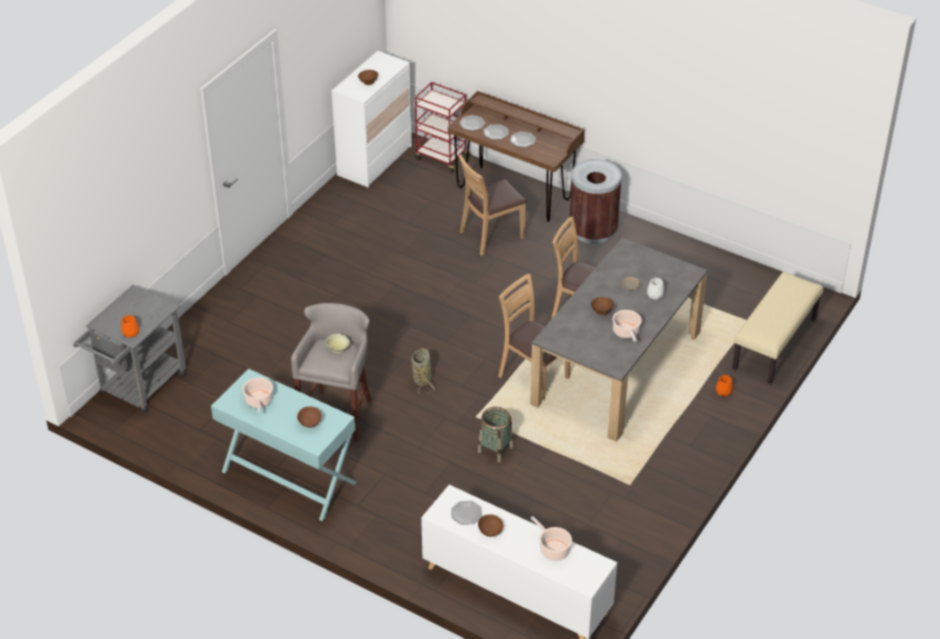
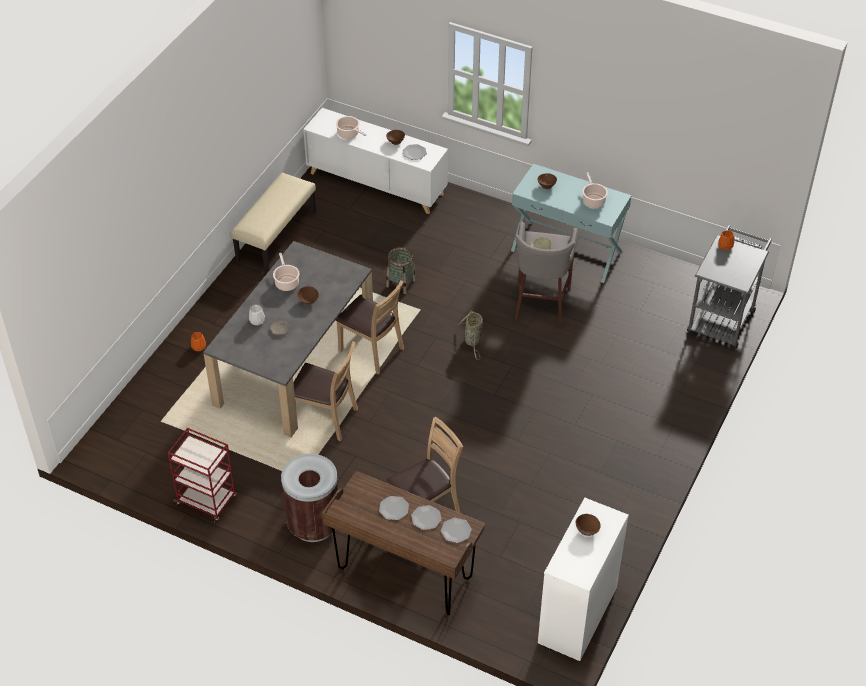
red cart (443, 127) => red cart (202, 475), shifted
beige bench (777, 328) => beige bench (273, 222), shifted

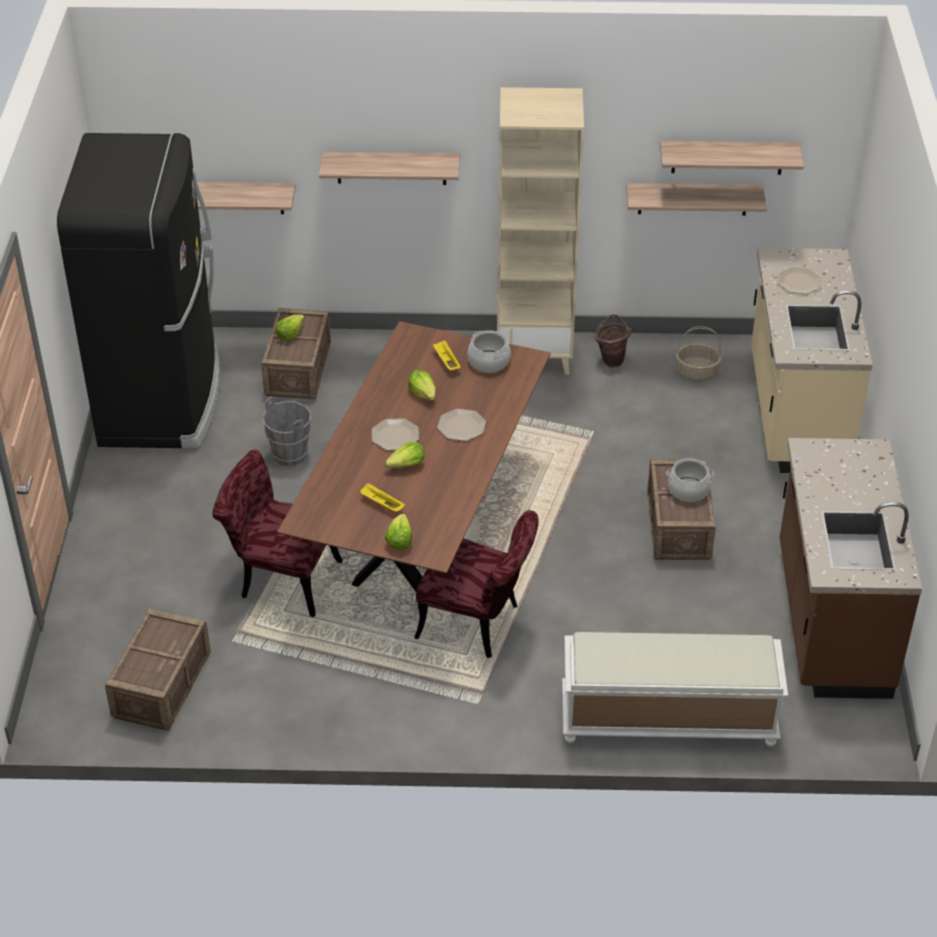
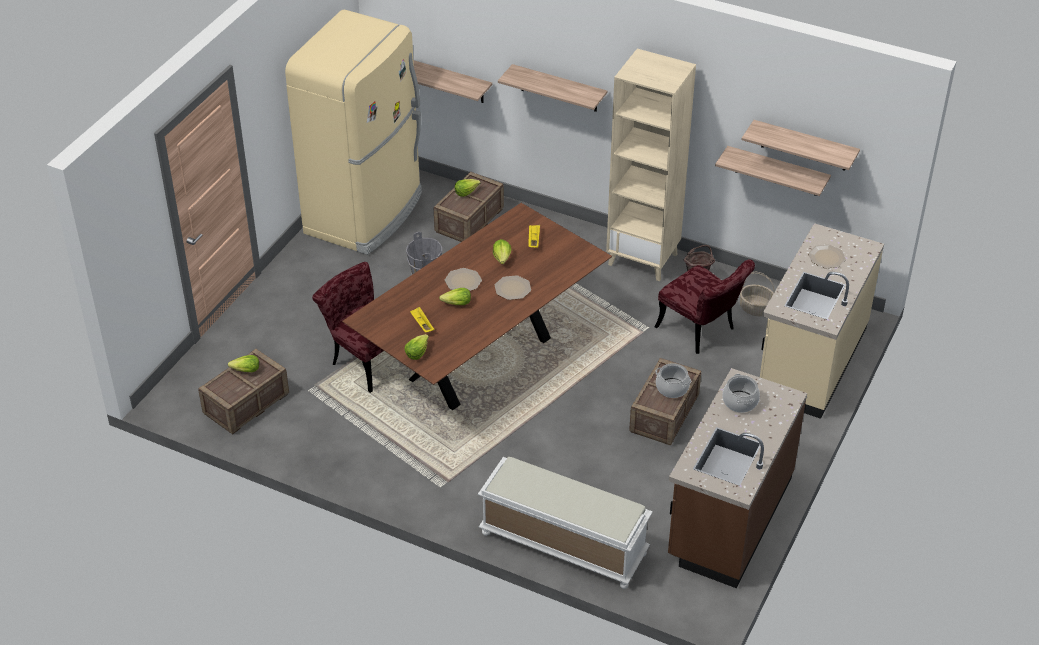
nothing => lettuce (243, 363)
black fridge (138, 291) => beige fridge (353, 132)
red chair (476, 584) => red chair (705, 306), shifted
cooking pot (489, 351) => cooking pot (741, 393), shifted

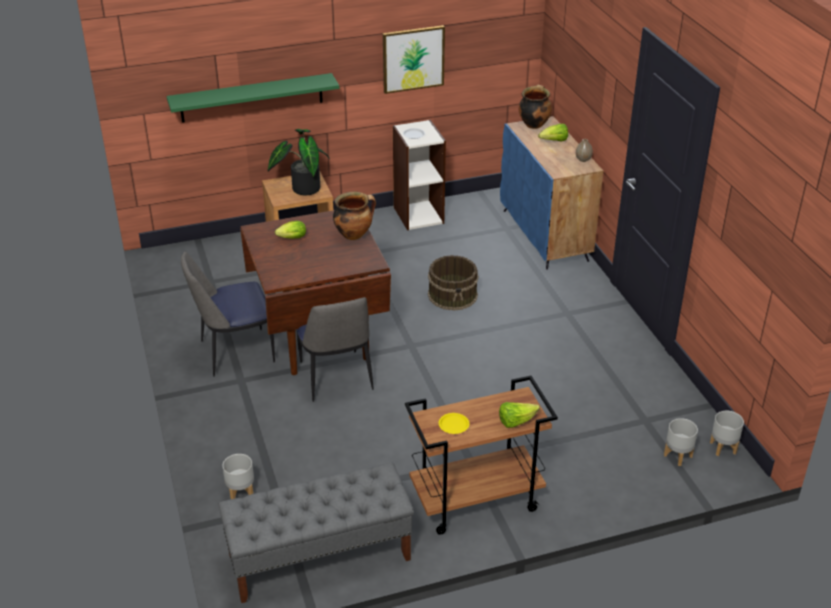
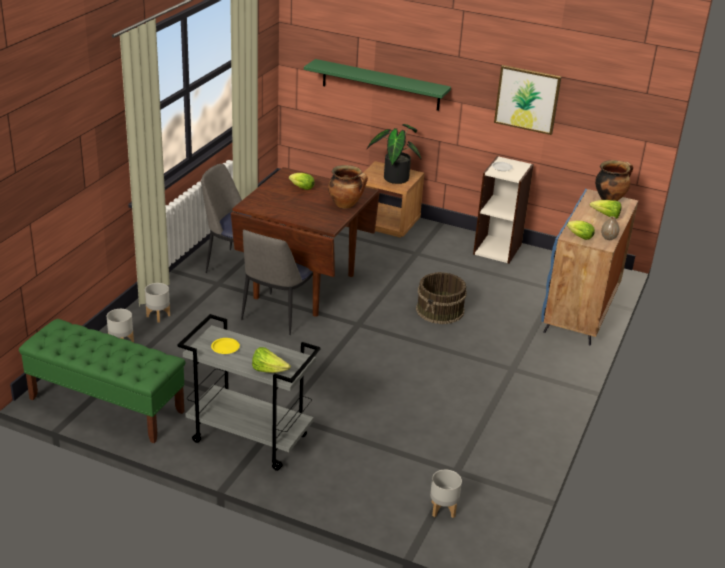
grey bench (316, 532) => green bench (102, 381)
grey planter (727, 433) => grey planter (157, 303), shifted
brown cart (481, 455) => grey cart (249, 392)
nothing => lettuce (581, 230)

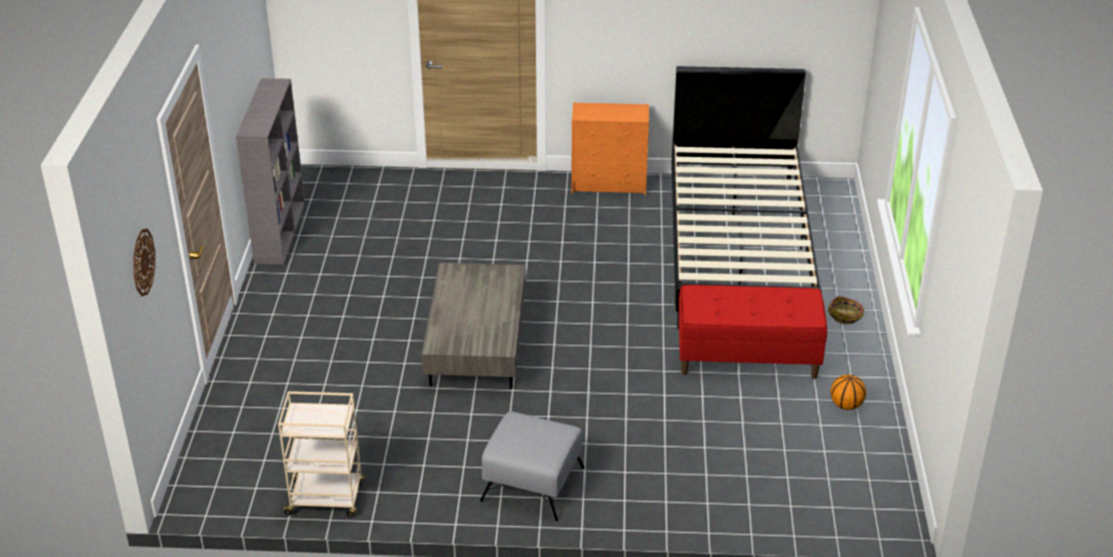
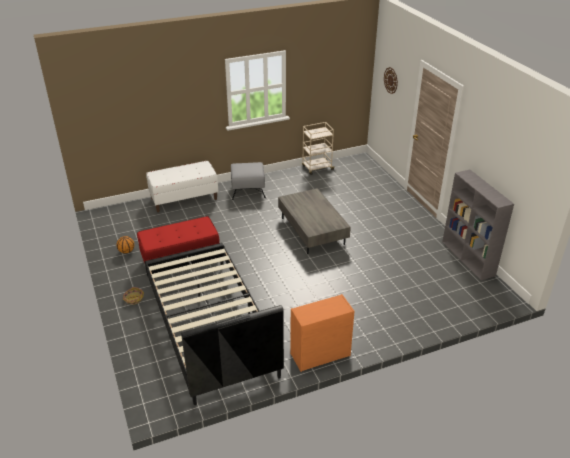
nothing => white bench (182, 186)

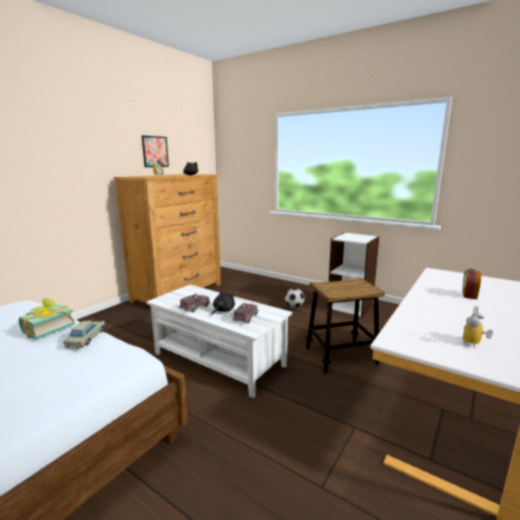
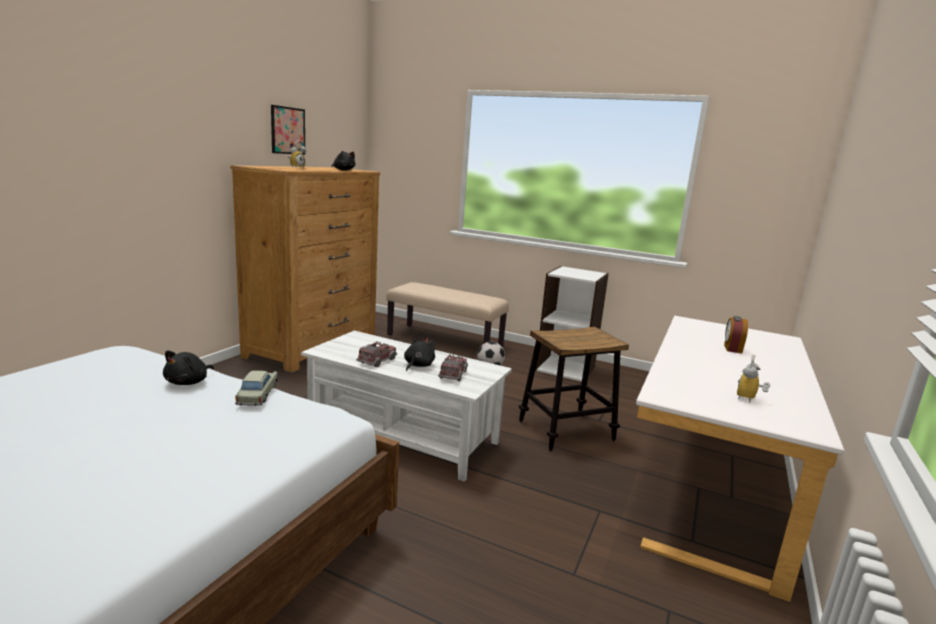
book (47, 318) => black plush toy (188, 367)
nothing => beige bench (447, 314)

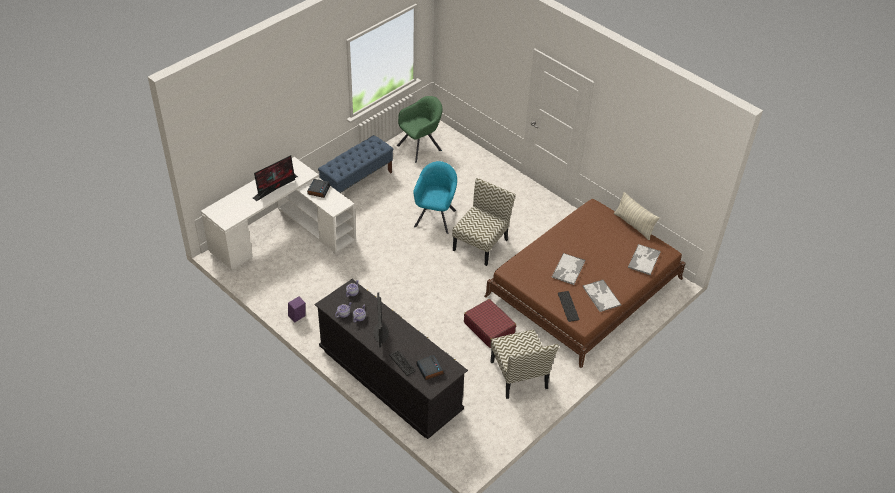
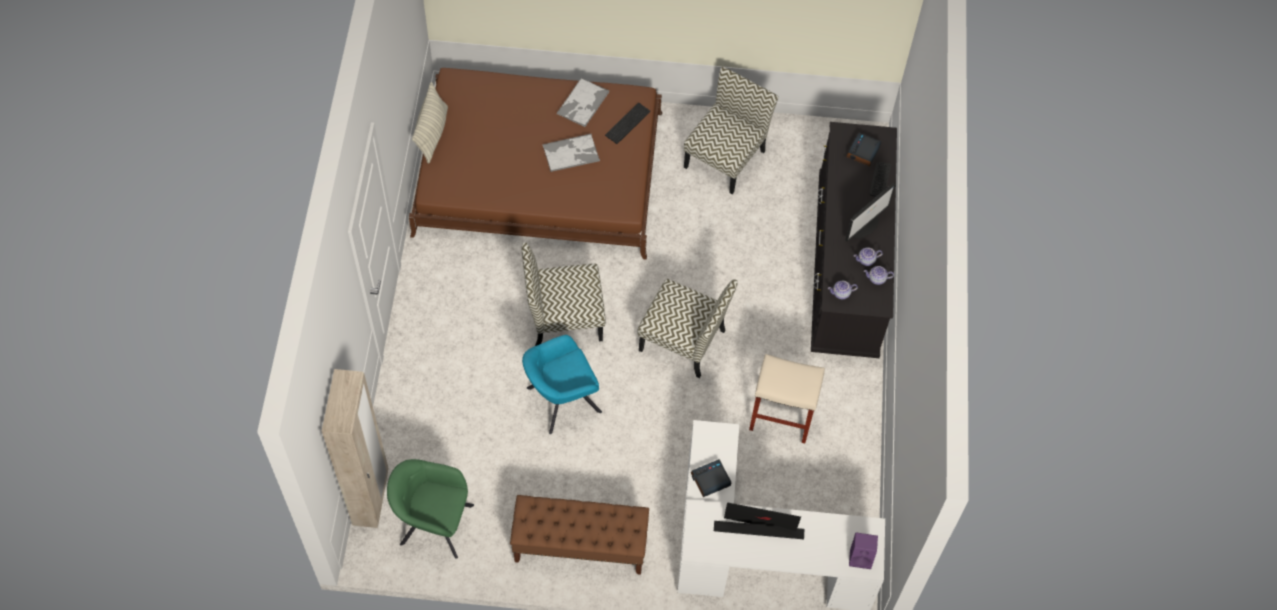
nothing => beige wardrobe (355, 448)
blue bench (355, 164) => brown bench (579, 535)
nothing => chair (687, 328)
nothing => beige stool (787, 399)
purple speaker (297, 309) => purple speaker (863, 550), shifted
red suitcase (490, 323) => nothing
tray (644, 259) => nothing

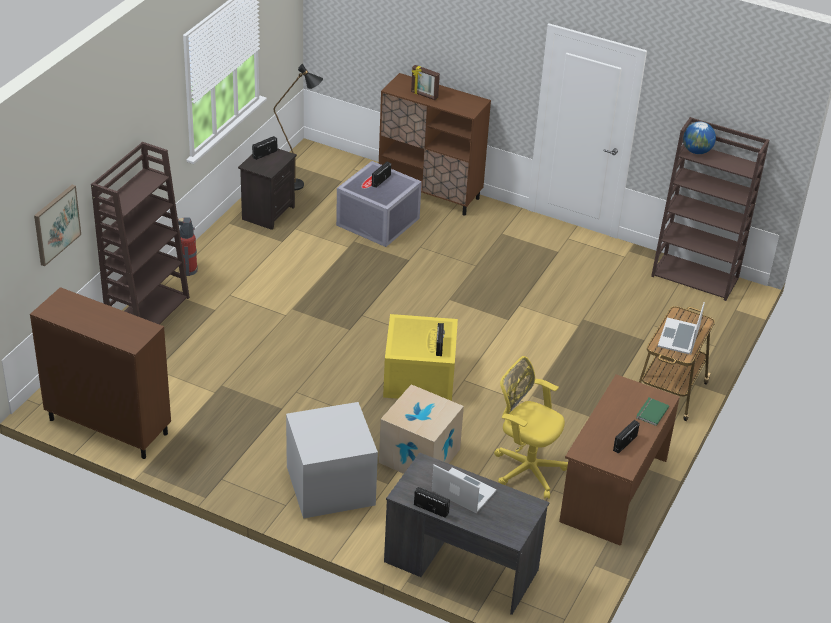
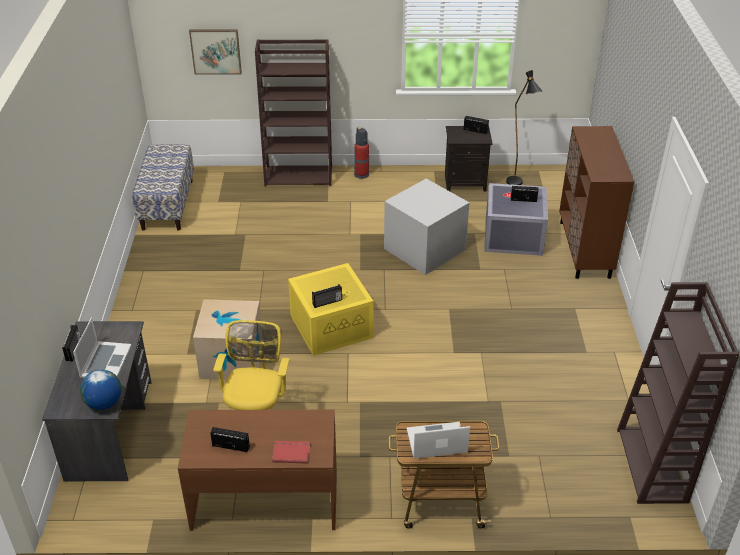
globe (699, 138) => globe (101, 389), shifted
brown cabinet (100, 373) => bench (163, 187)
green book (652, 412) => red book (291, 452)
grey storage box (332, 460) => grey storage box (427, 227), shifted
picture frame (425, 83) => nothing

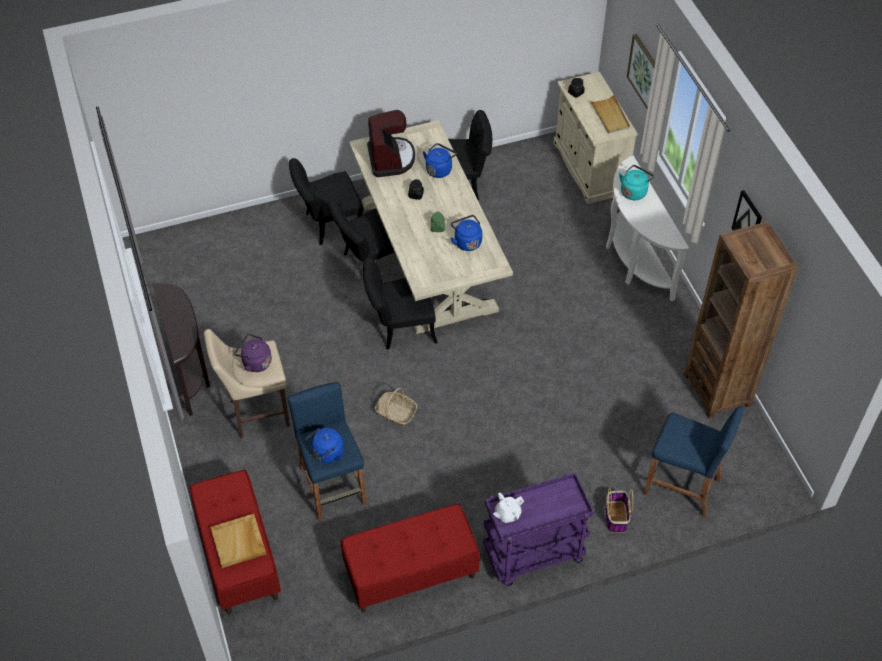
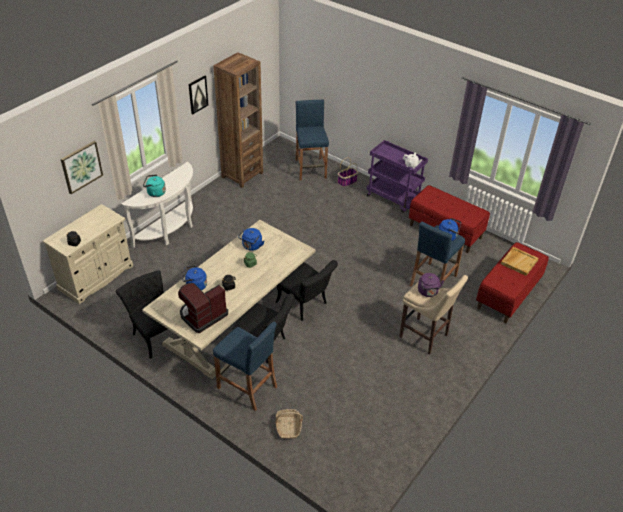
black chair (326, 201) => blue stool (245, 366)
basket (396, 407) => basket (289, 424), shifted
brown console table (181, 349) => nothing
beige tray (610, 114) => nothing

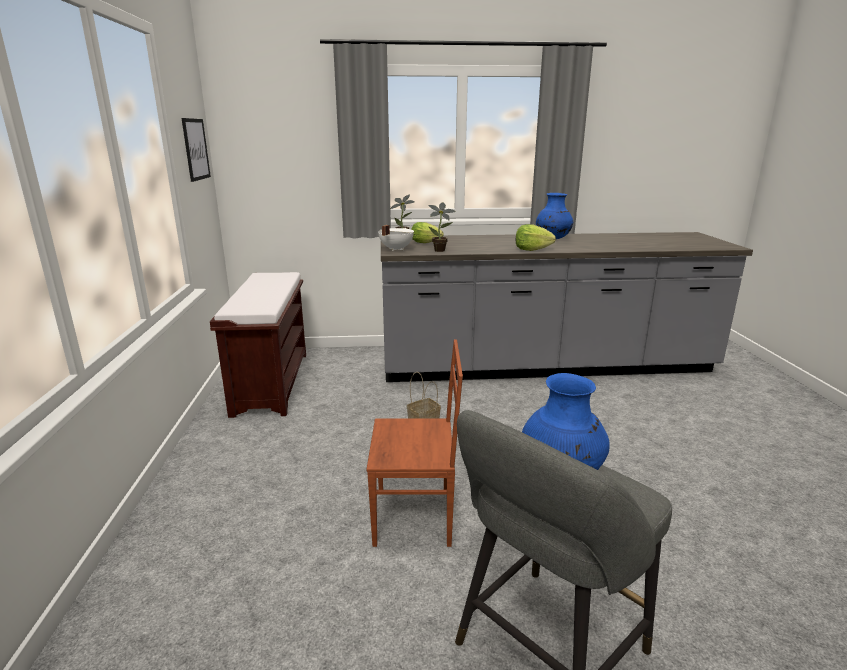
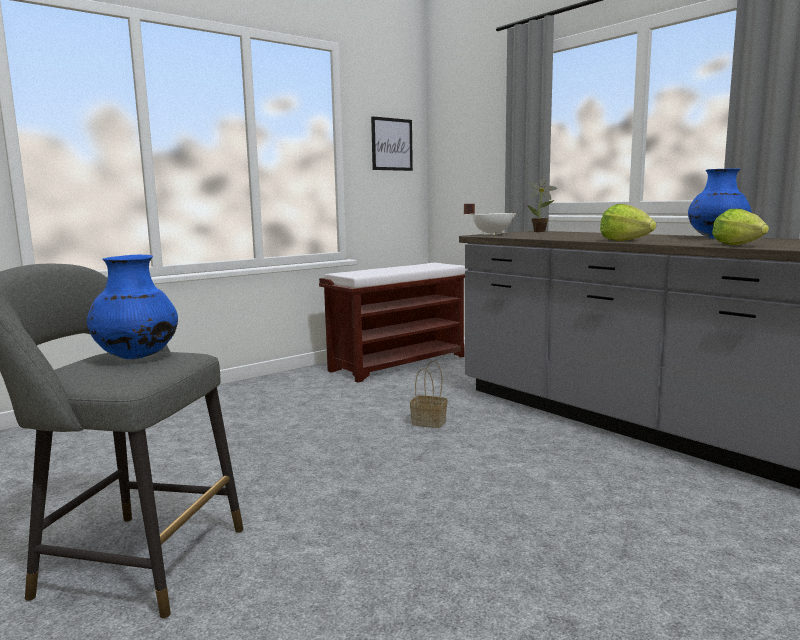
lettuce (427, 232) => lettuce (740, 227), shifted
brown chair (415, 443) => nothing
potted plant (442, 227) => nothing

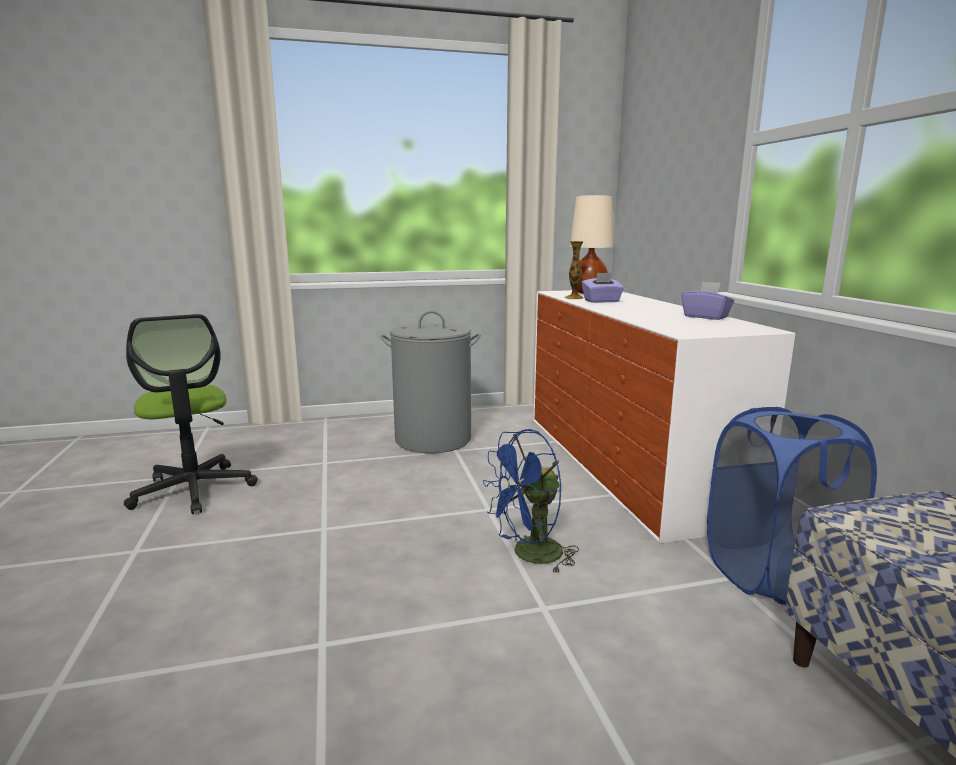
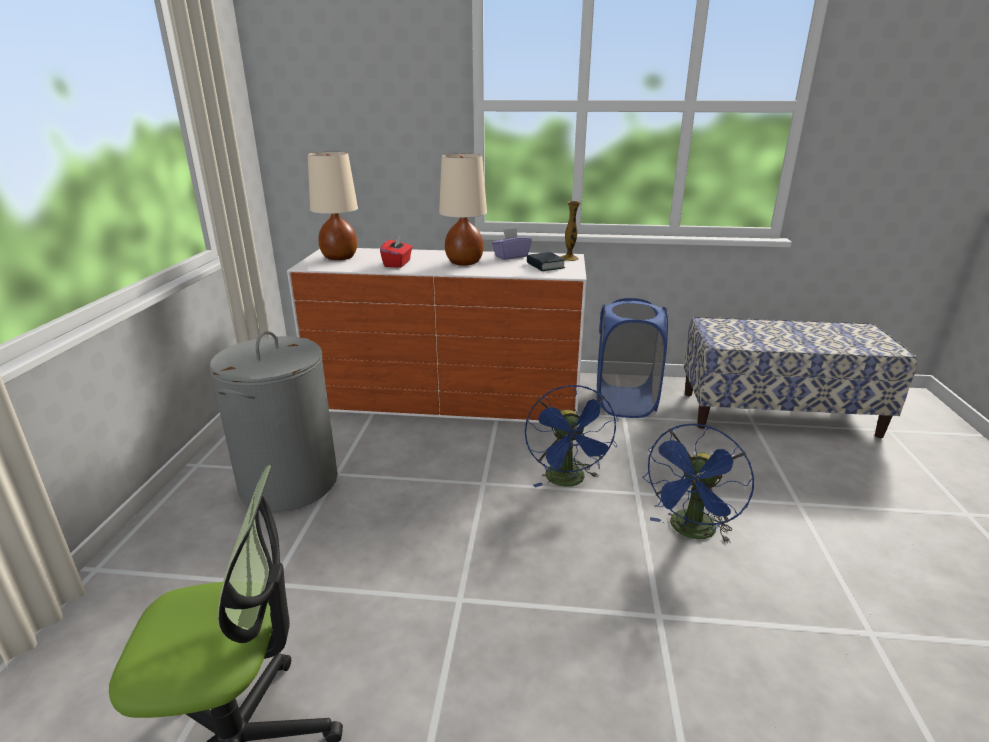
purple tissue box (603, 288) => red tissue box (396, 251)
nothing => beige table lamp (463, 210)
nothing => book (546, 261)
vase (574, 270) => vase (571, 231), shifted
nothing => blue fan (698, 484)

